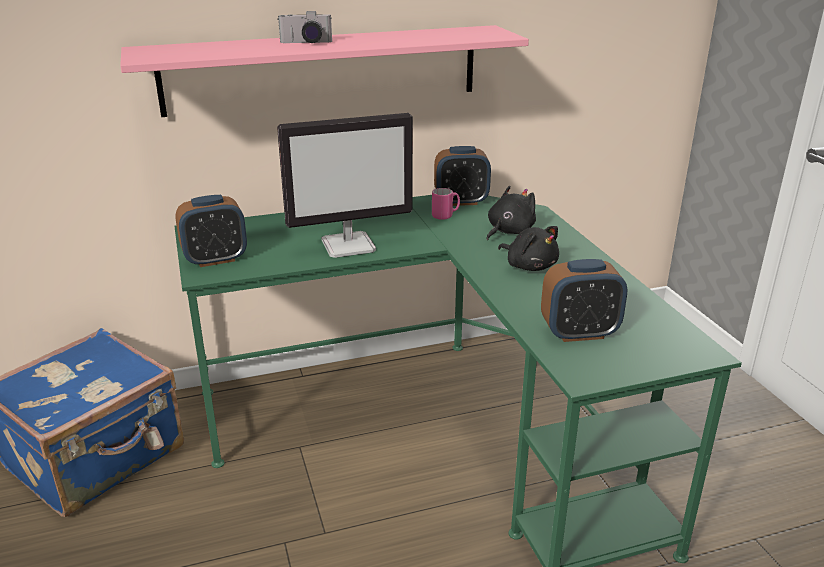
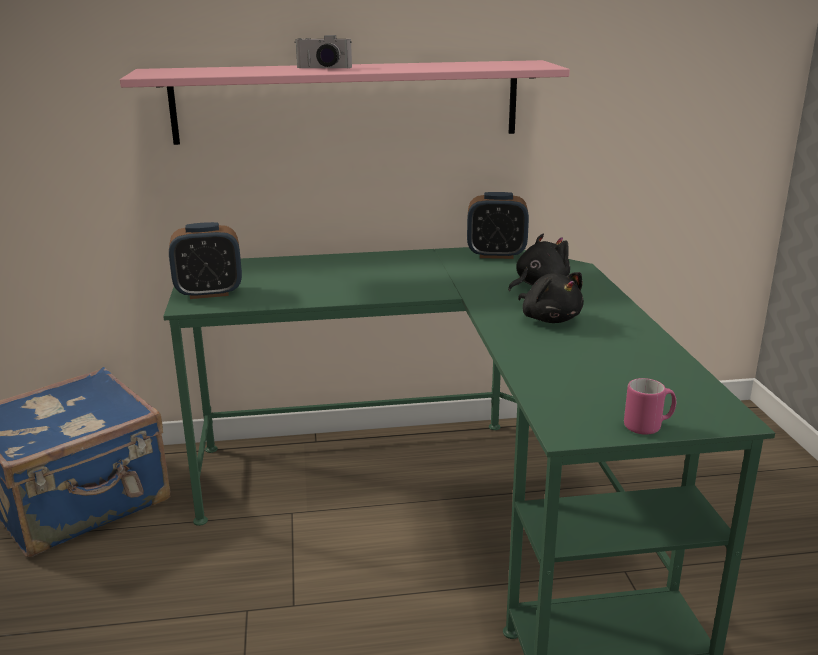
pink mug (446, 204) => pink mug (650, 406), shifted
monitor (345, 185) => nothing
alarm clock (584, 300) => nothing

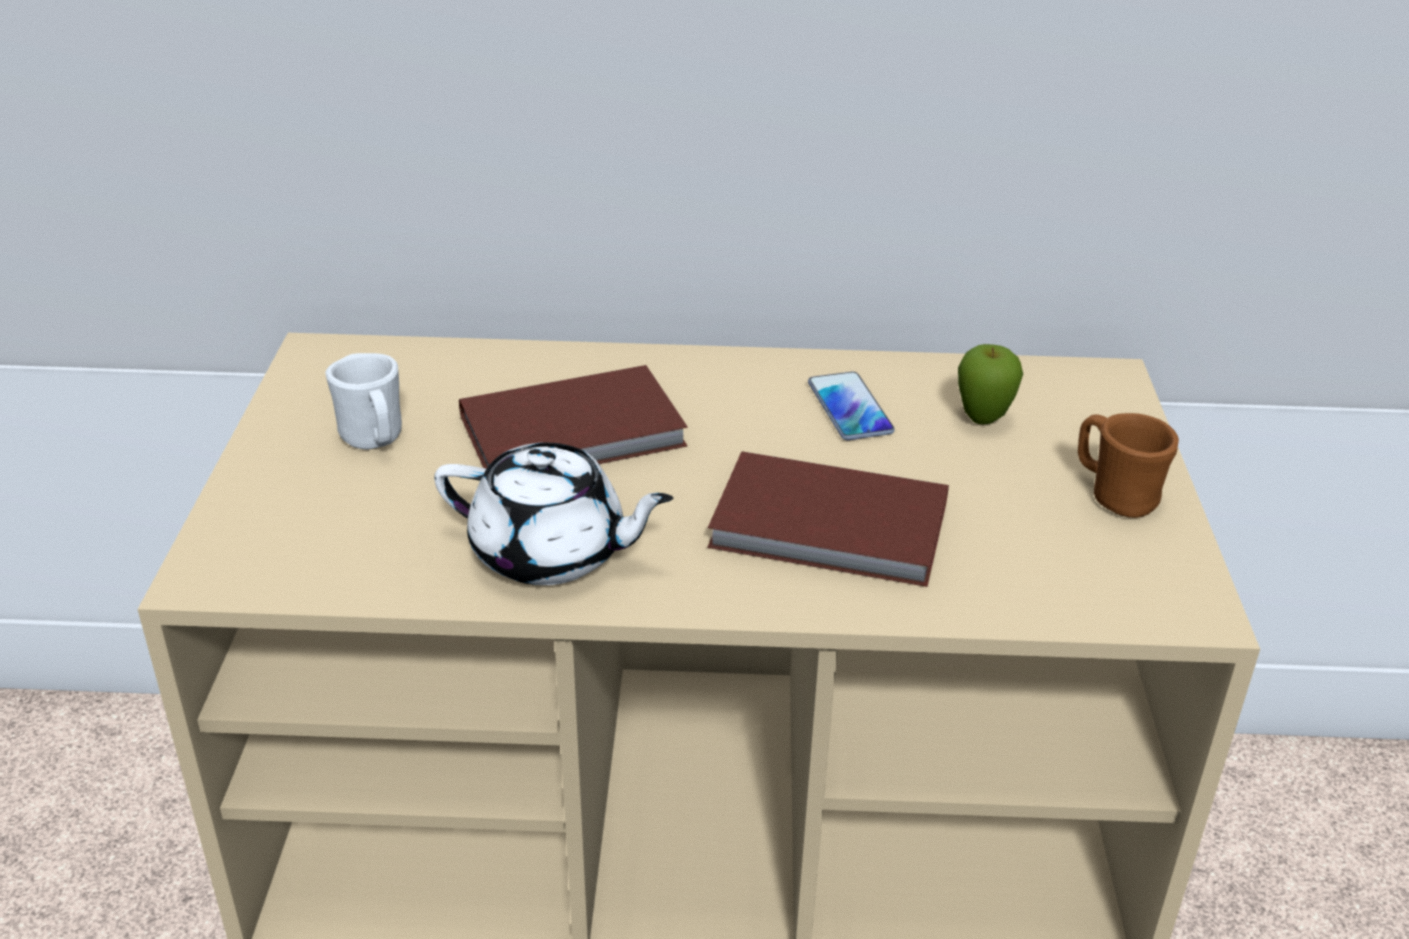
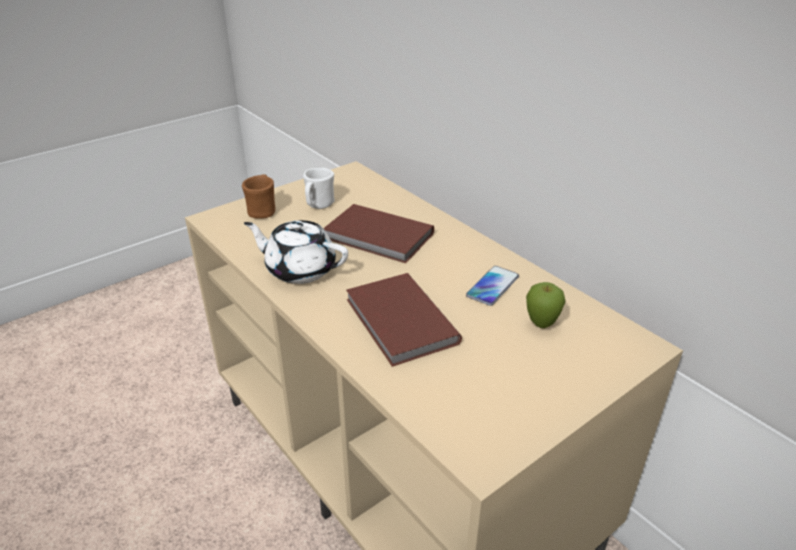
brown mug (1128, 465) => brown mug (258, 196), shifted
white teapot (553, 514) => white teapot (296, 252), 135 degrees clockwise

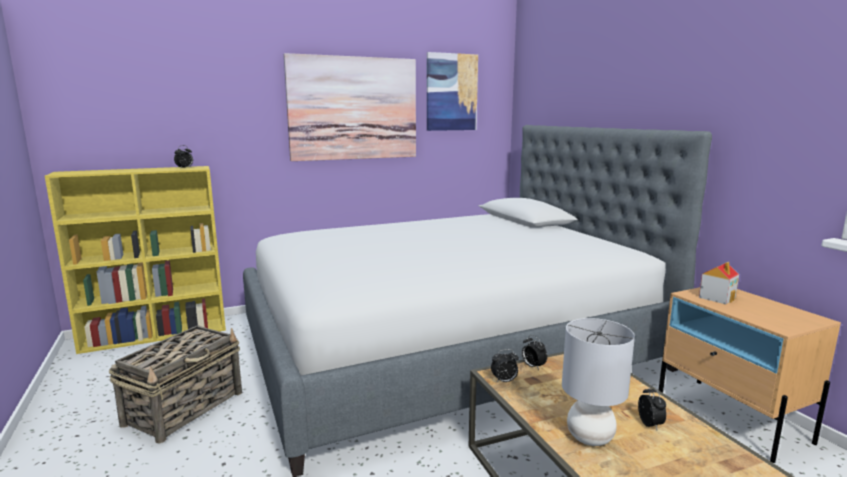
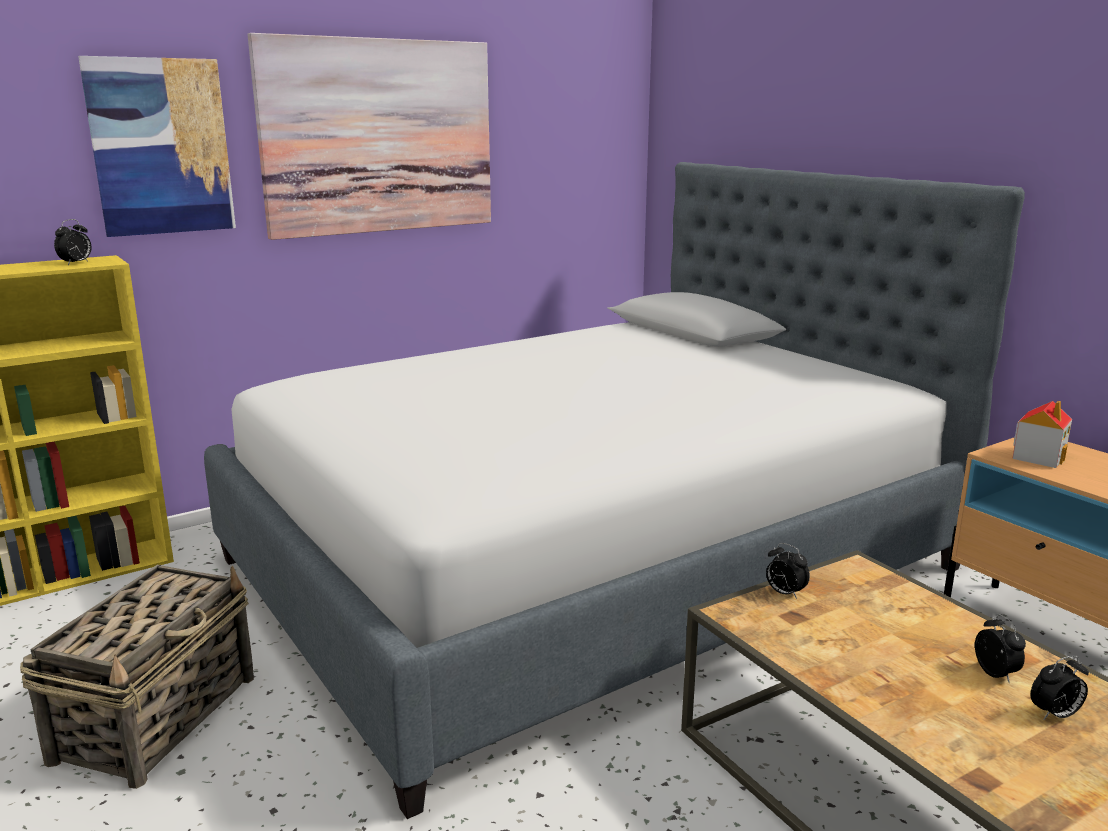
picture (452, 91) => picture (157, 146), shifted
alarm clock (505, 366) => alarm clock (1060, 687), shifted
grey table lamp (598, 382) => nothing

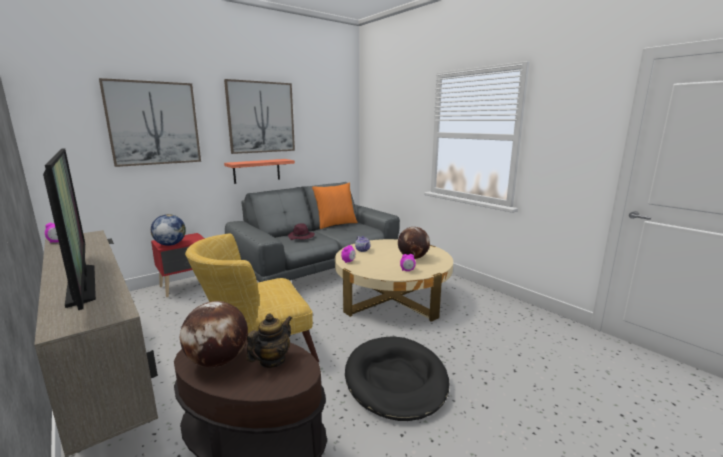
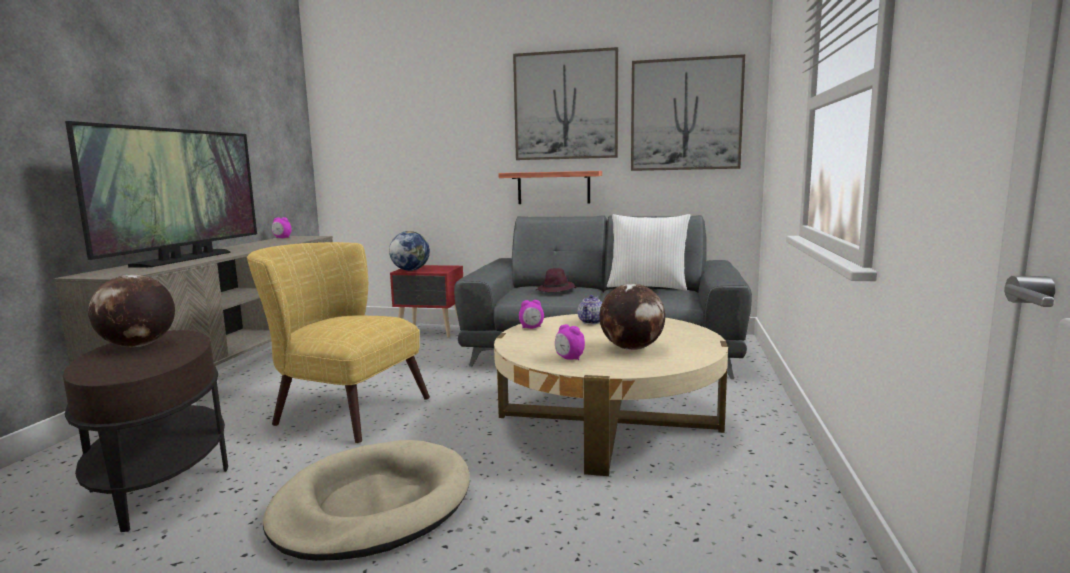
black dog bed (397, 378) => beige dog bed (366, 500)
orange pillow (335, 206) => white pillow (648, 252)
picture (150, 122) => picture (688, 112), shifted
teapot (269, 341) => nothing

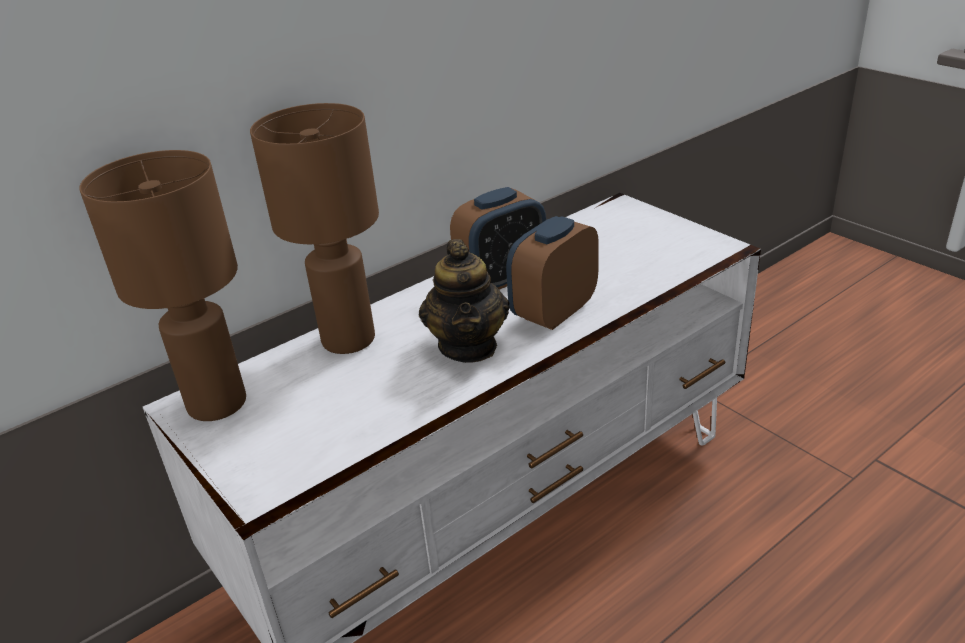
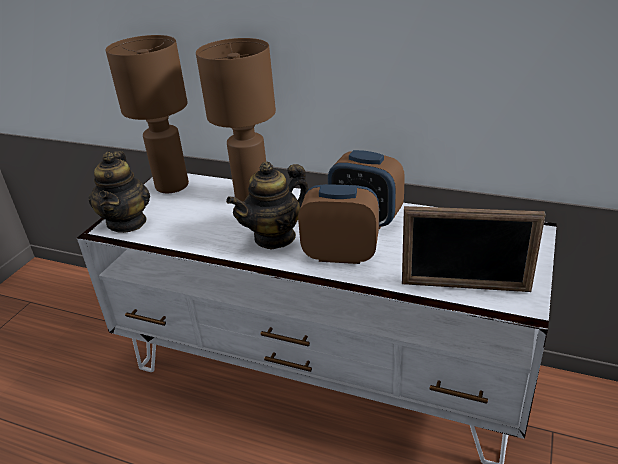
nothing => teapot (119, 192)
nothing => picture frame (474, 249)

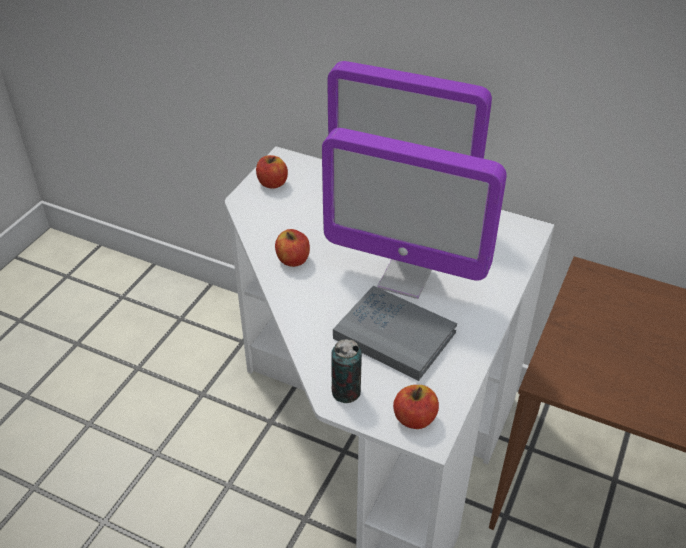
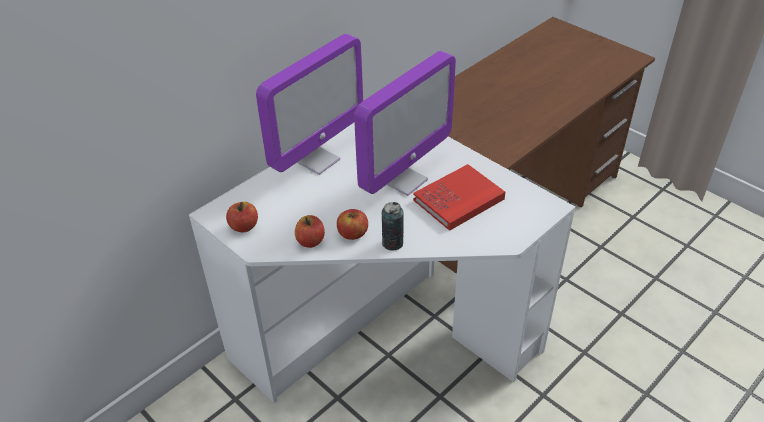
apple (416, 407) => apple (310, 231), shifted
can (346, 371) => can (393, 226), shifted
grey book (395, 333) => red book (459, 197)

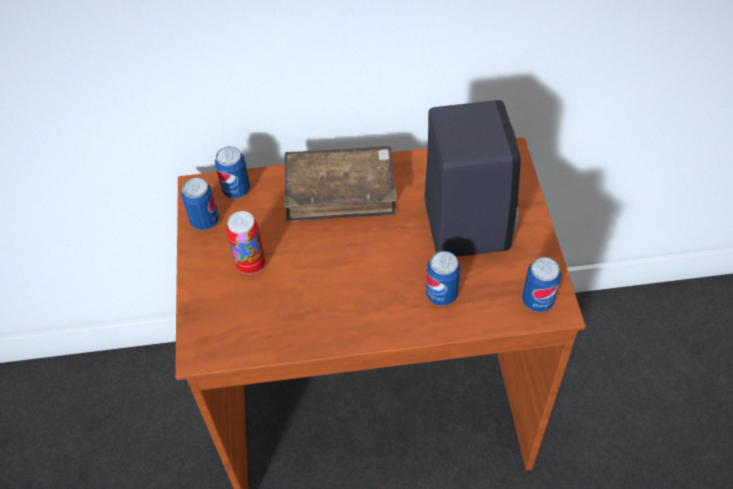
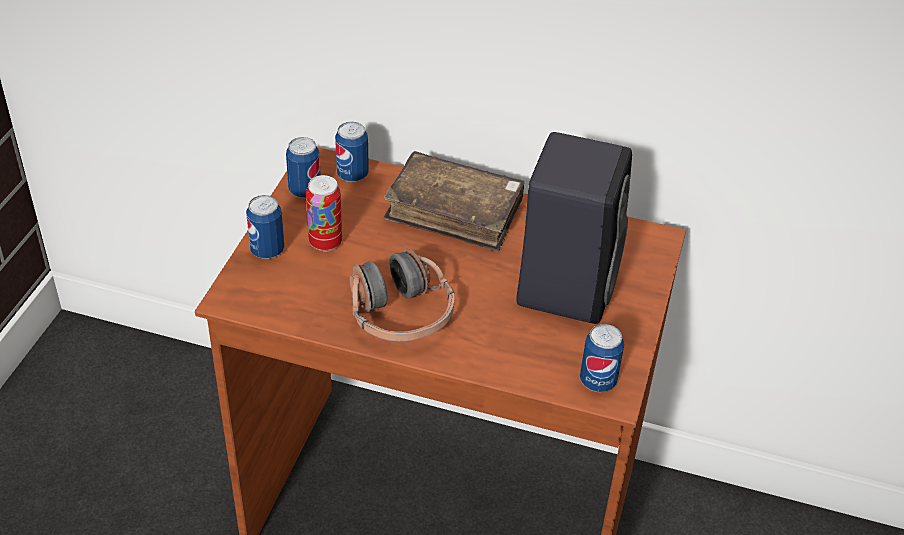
can (443, 278) => can (265, 227), shifted
nothing => headphones (402, 294)

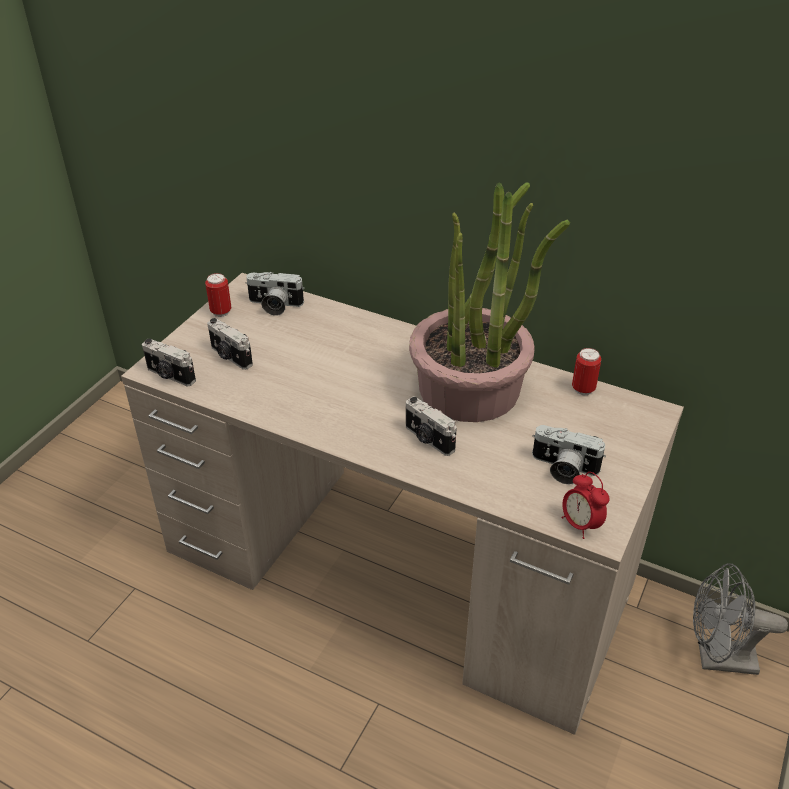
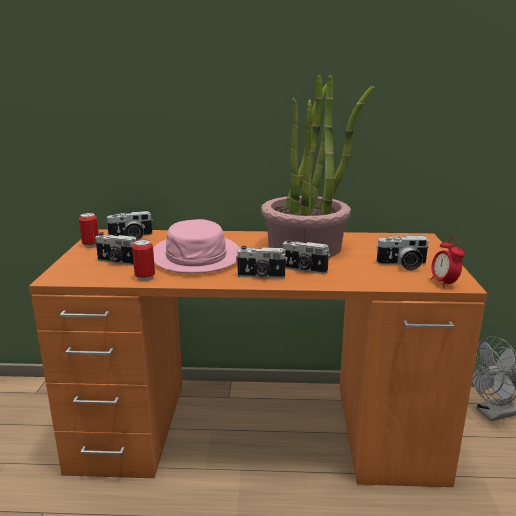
beige desk (402, 504) => orange desk (258, 358)
can (586, 371) => can (143, 260), shifted
nothing => pink hat (196, 246)
photo camera (169, 362) => photo camera (262, 262), shifted
alarm clock (585, 505) => alarm clock (448, 262), 45 degrees clockwise

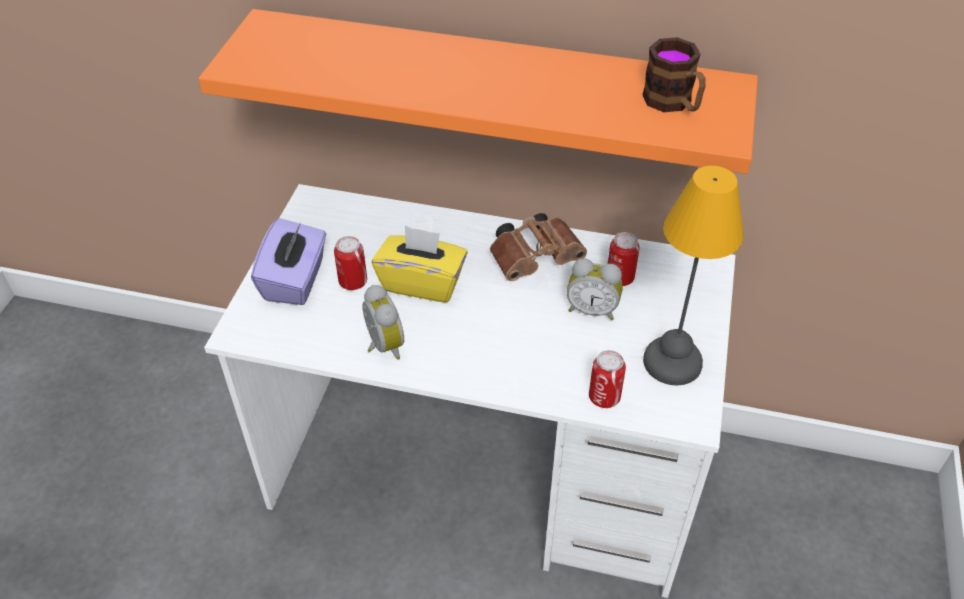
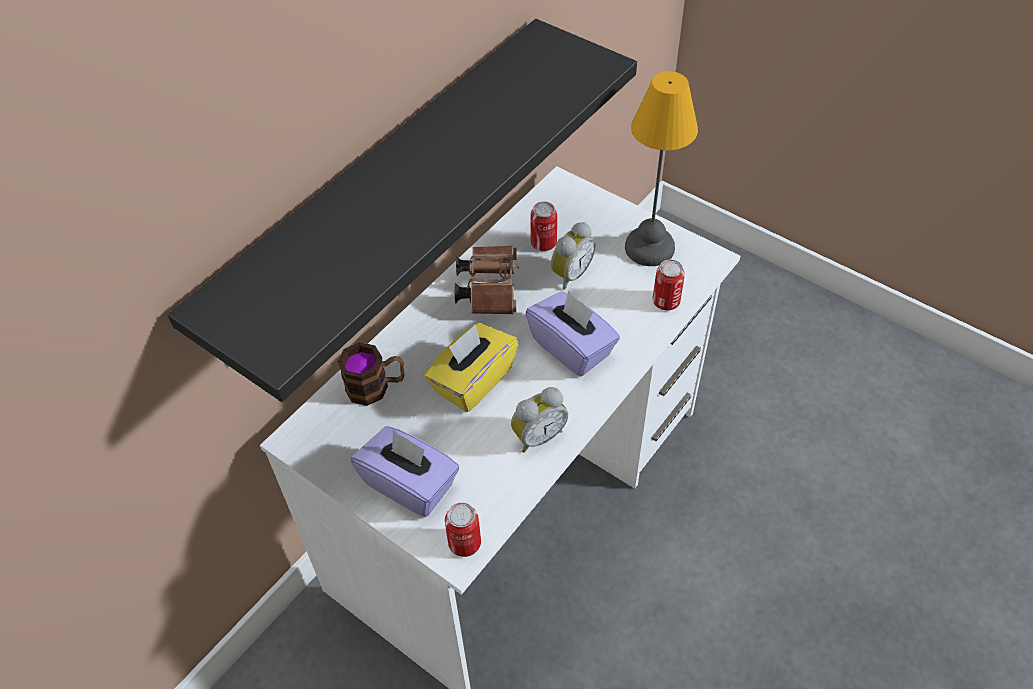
orange shelf (478, 91) => black shelf (402, 210)
mug (674, 74) => mug (371, 374), shifted
can (350, 263) => can (463, 529), shifted
alarm clock (383, 322) => alarm clock (539, 420), 150 degrees clockwise
nothing => purple tissue box (572, 333)

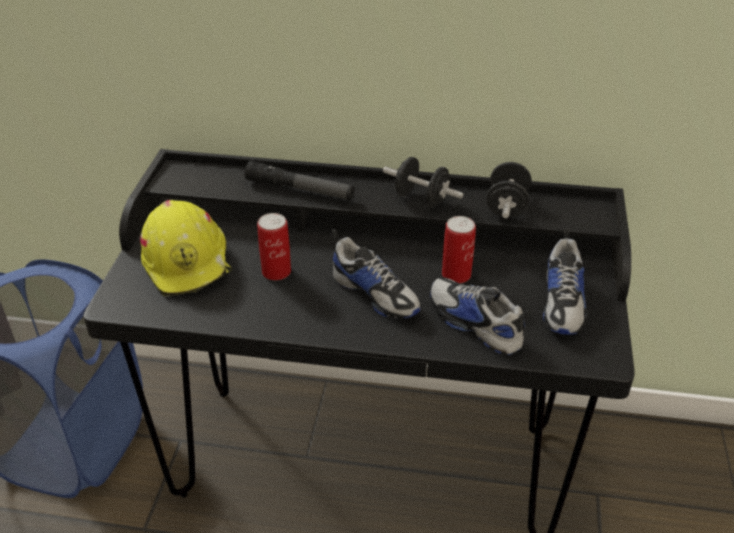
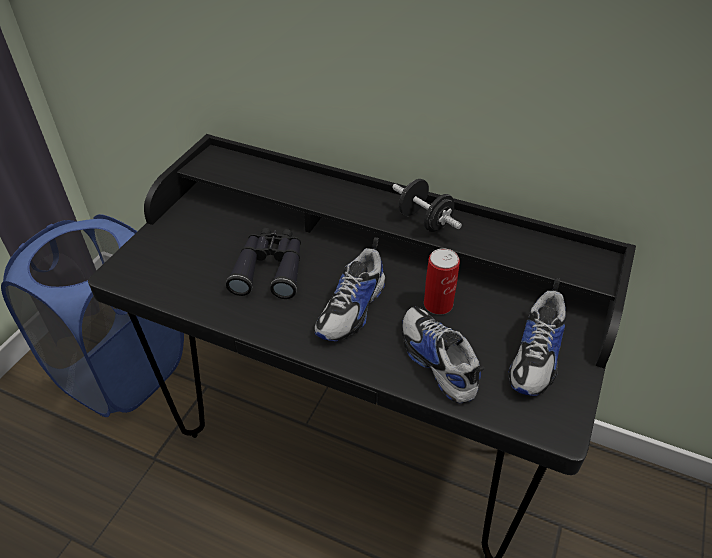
can (274, 246) => black binoculars (263, 263)
shoe (376, 274) => shoe (350, 289), 60 degrees clockwise
yellow hard hat (186, 248) => nothing
flashlight (300, 180) => nothing
black dumbbell (509, 190) => nothing

